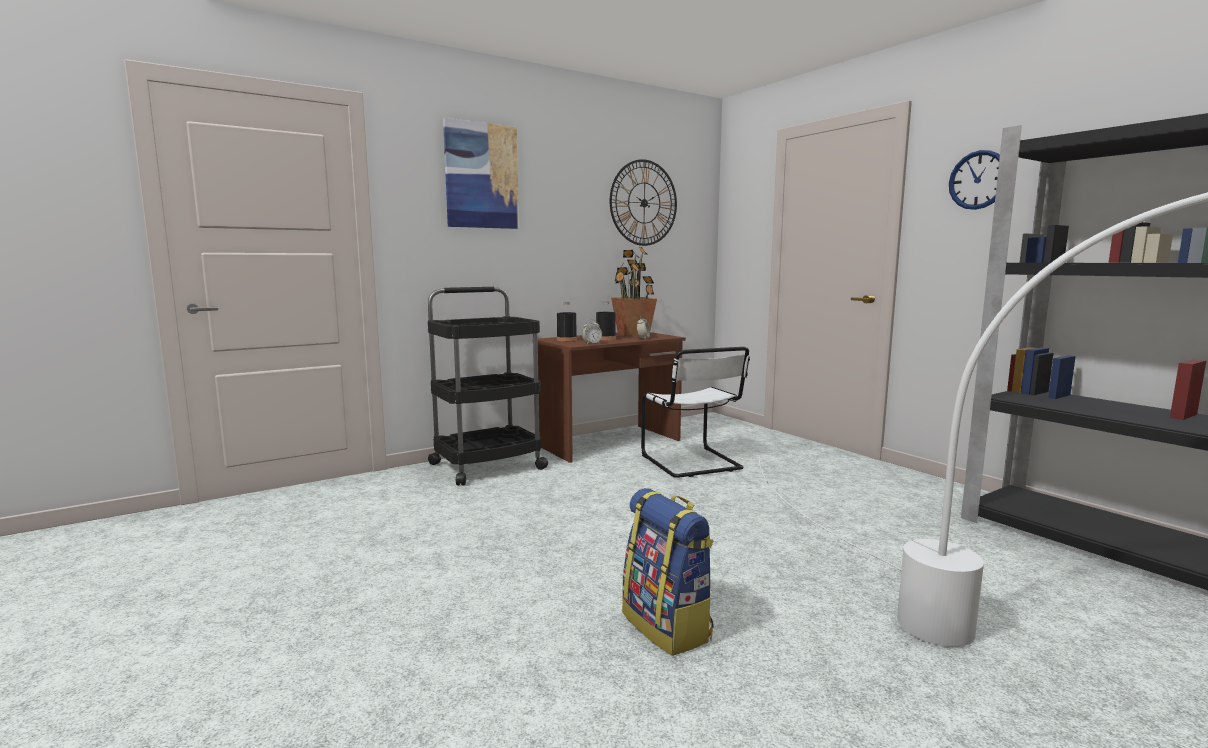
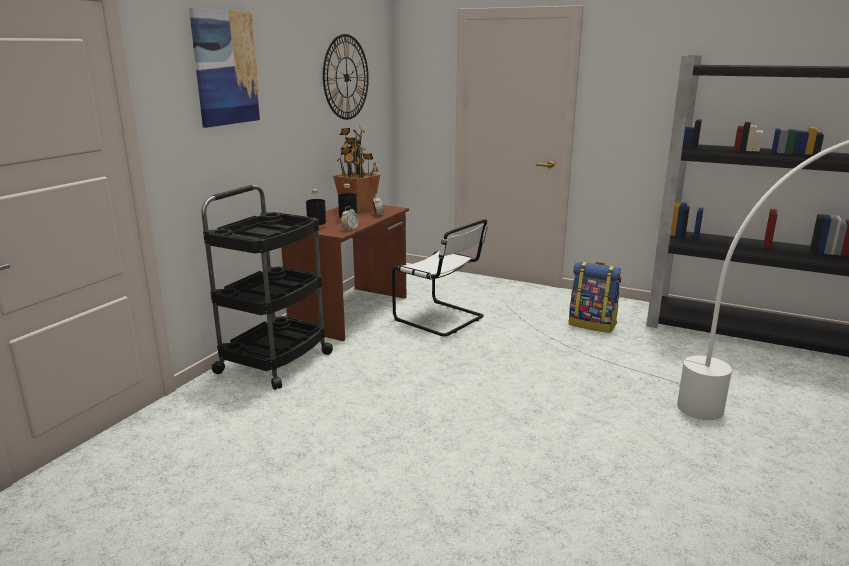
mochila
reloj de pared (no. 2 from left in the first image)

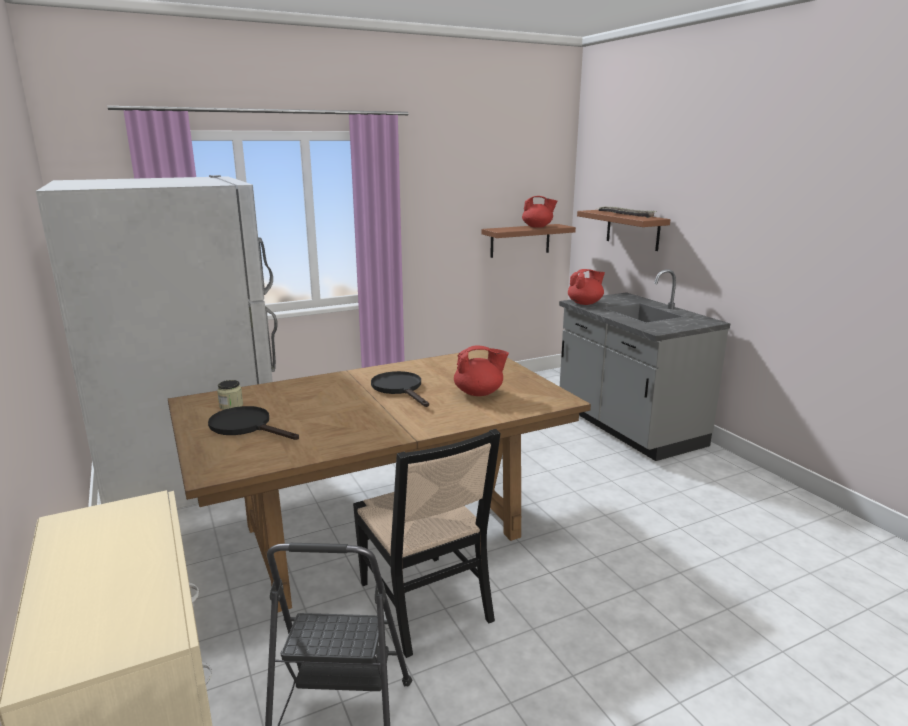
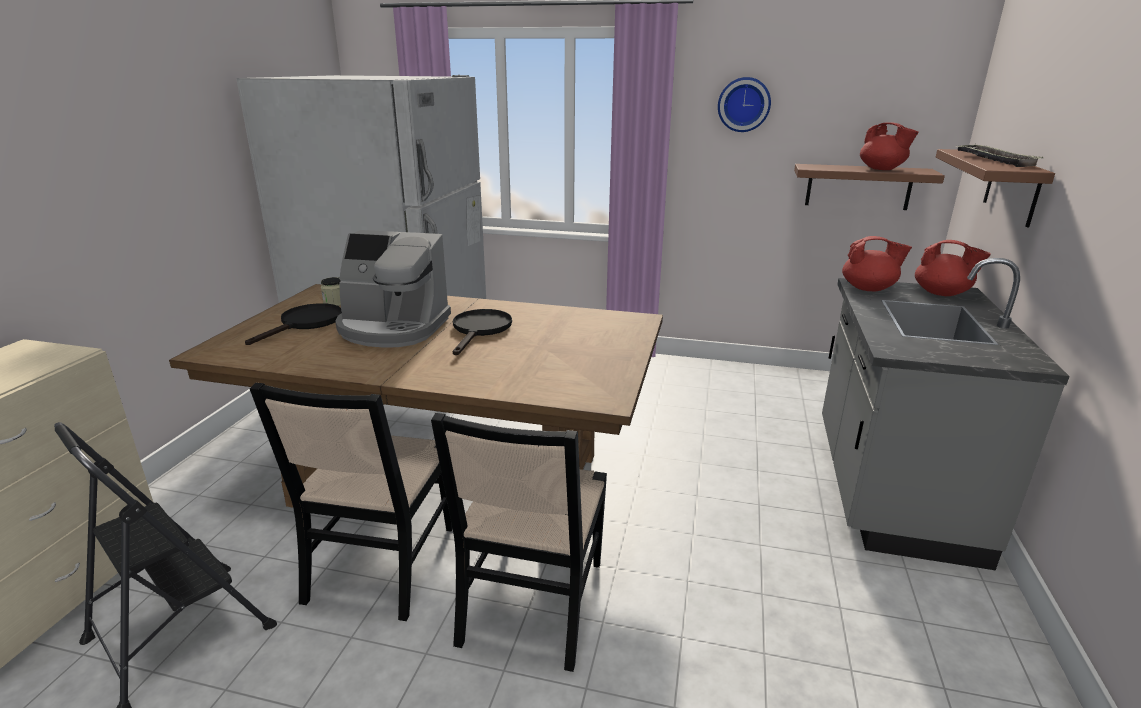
sartén [negro] (no. 1 from left)
tetera [rojo] (no. 3 from left)
cafetera
silla (no. 2 from left)
reloj de pared

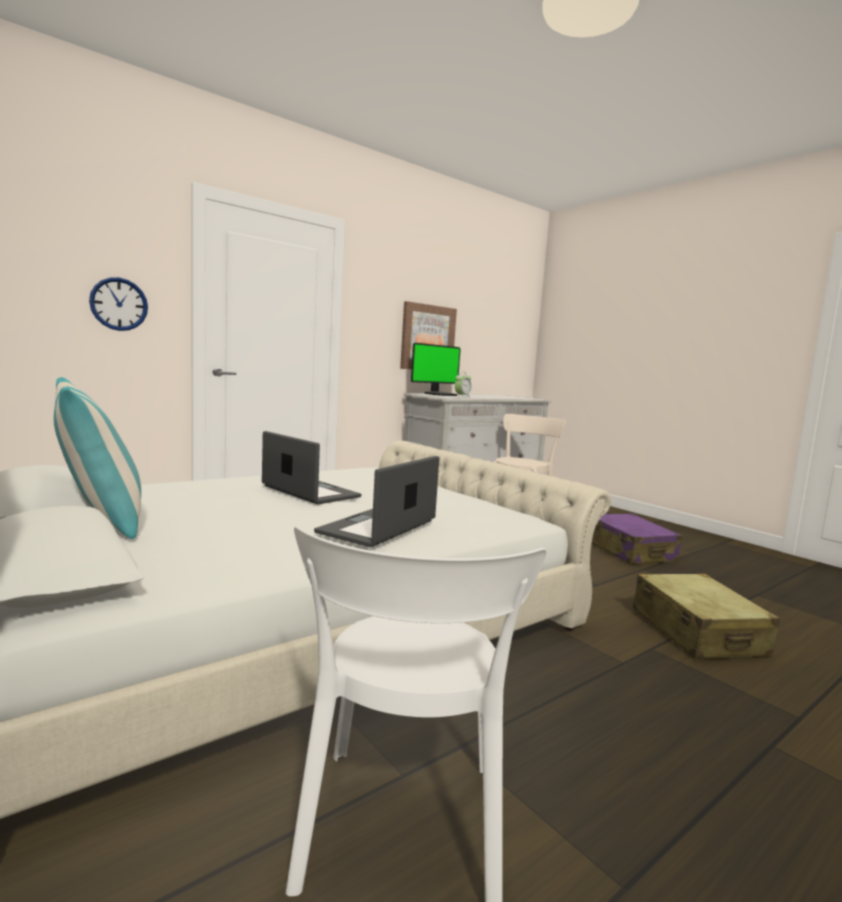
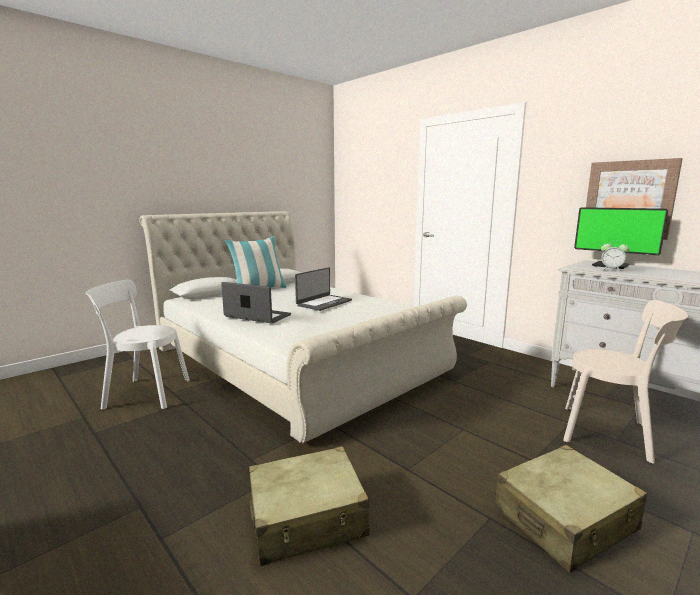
reloj de pared
maleta [beis] (no. 2 from left)

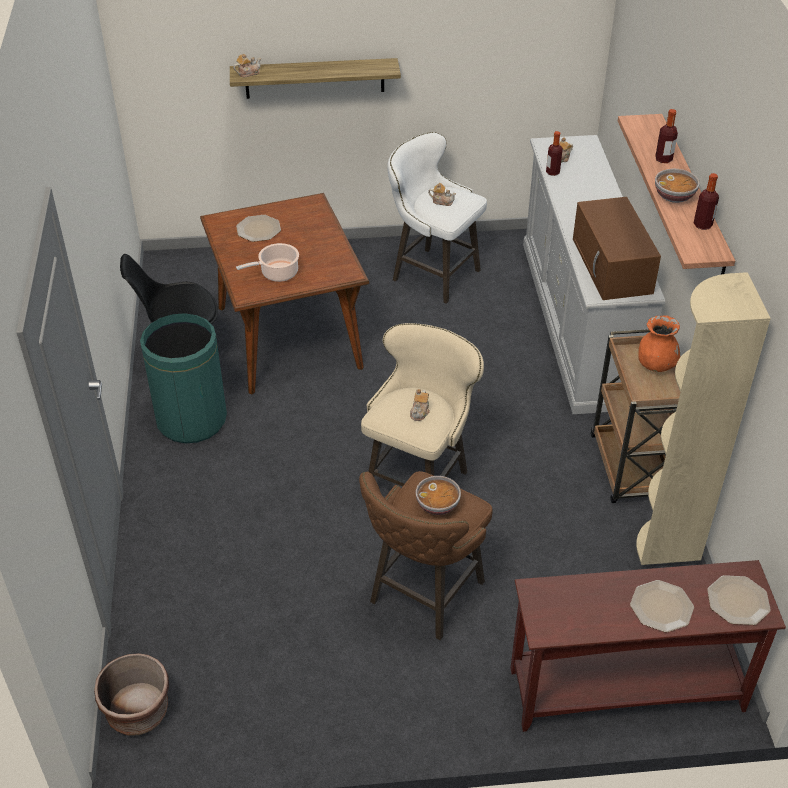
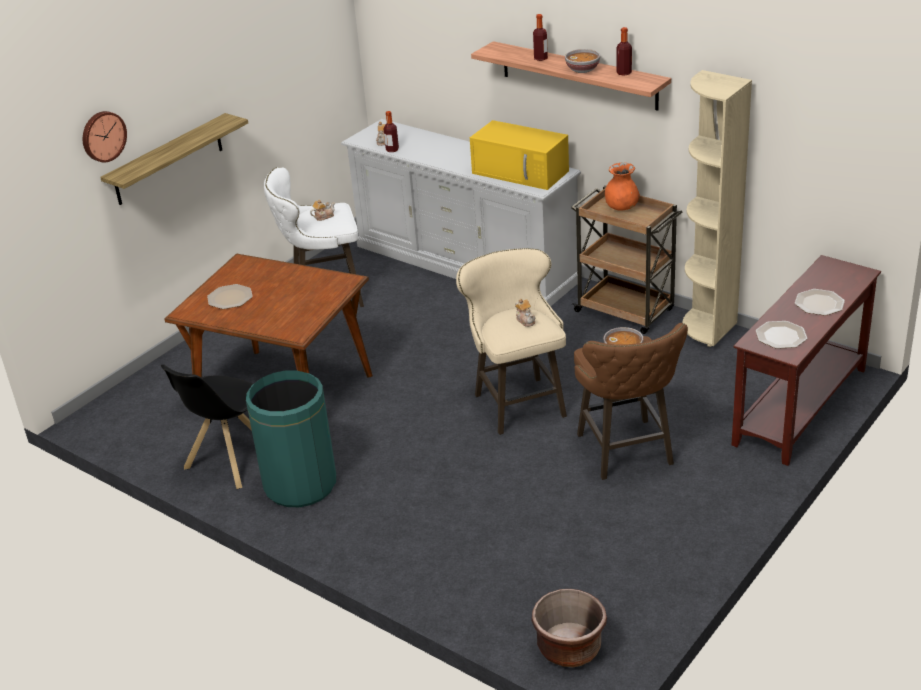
tetera (no. 1 from left in the first image)
olla
microondas [amarillo]
plato (no. 2 from left)
reloj de pared

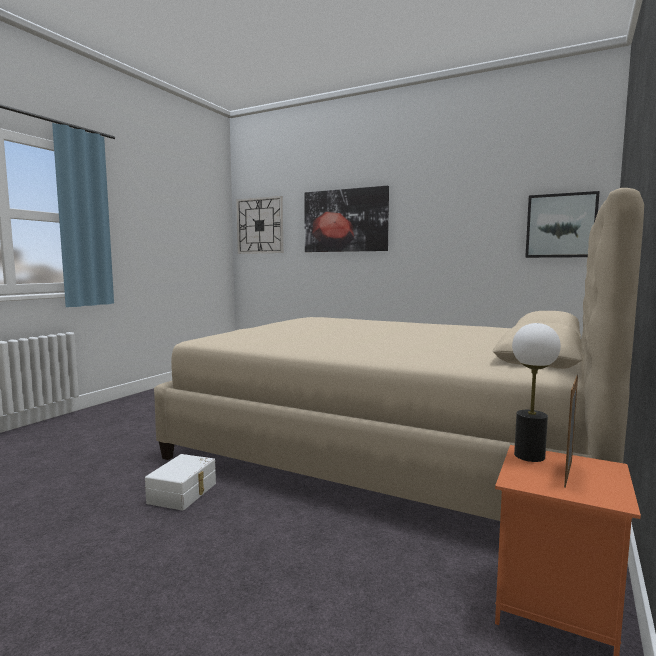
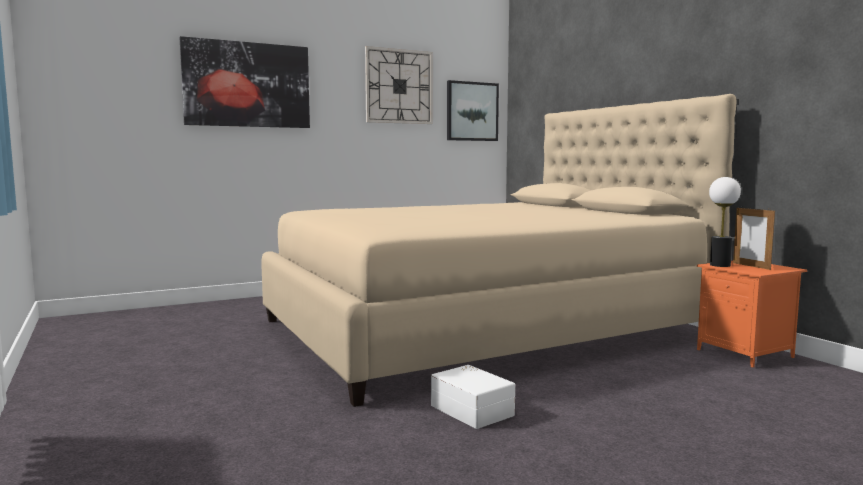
reloj de pared

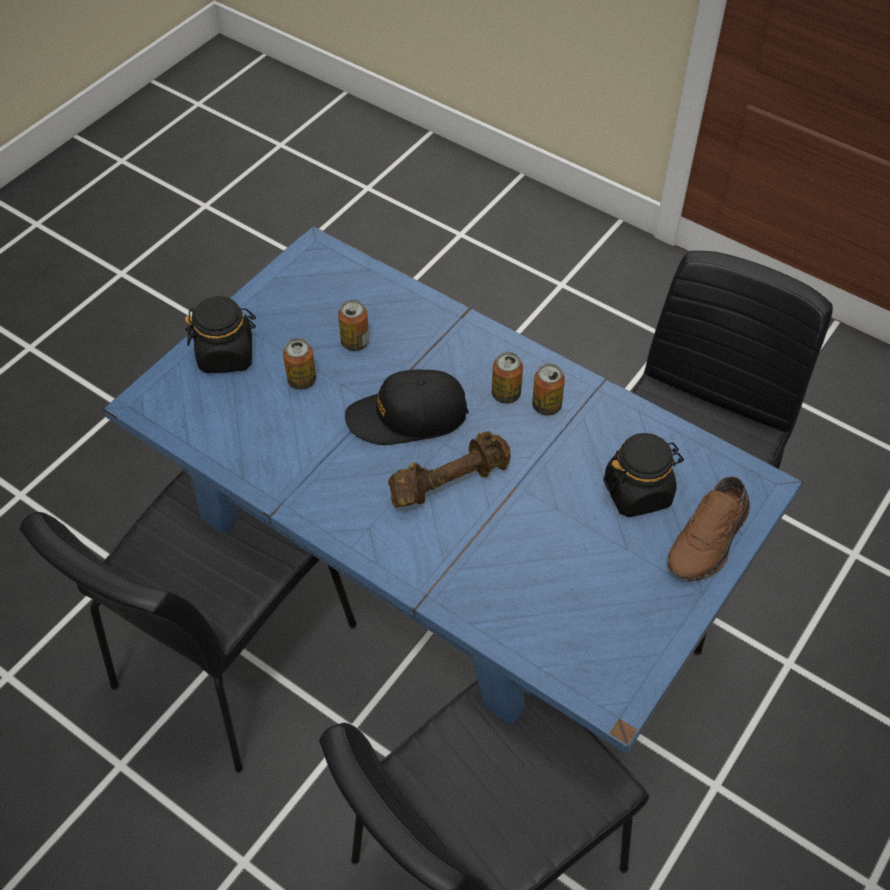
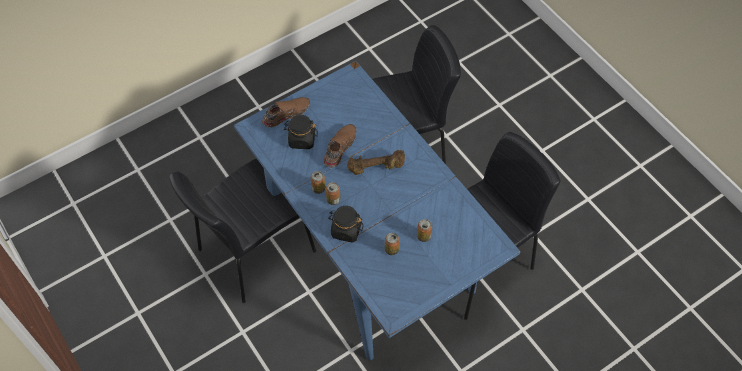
tarro [negro] (no. 2 from left)
gorra [negro]
zapato [marrón] (no. 2 from left)

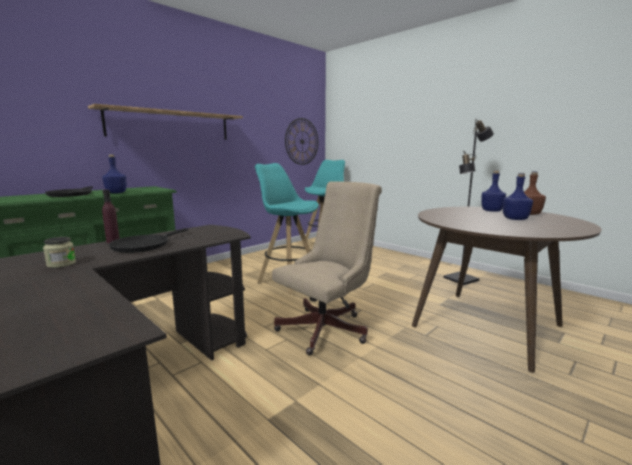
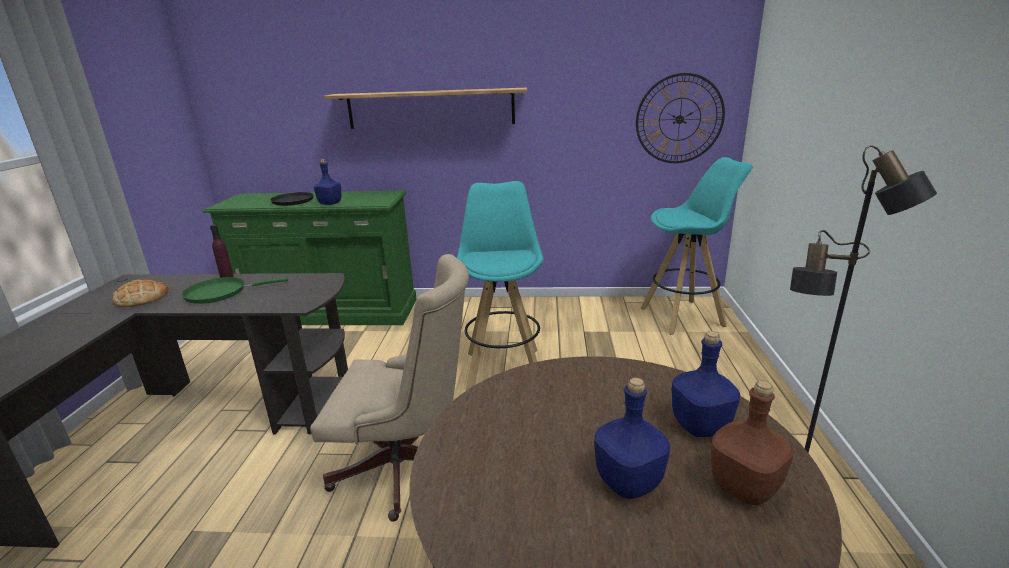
pan
sartén [verde]

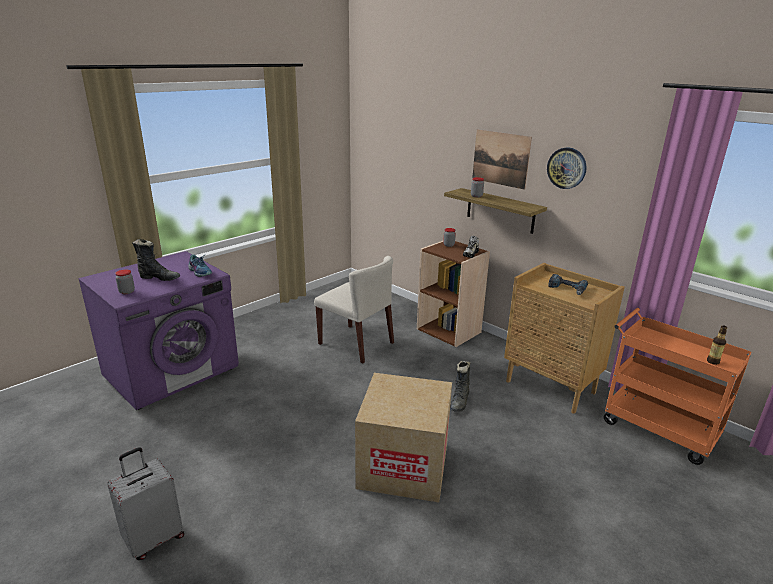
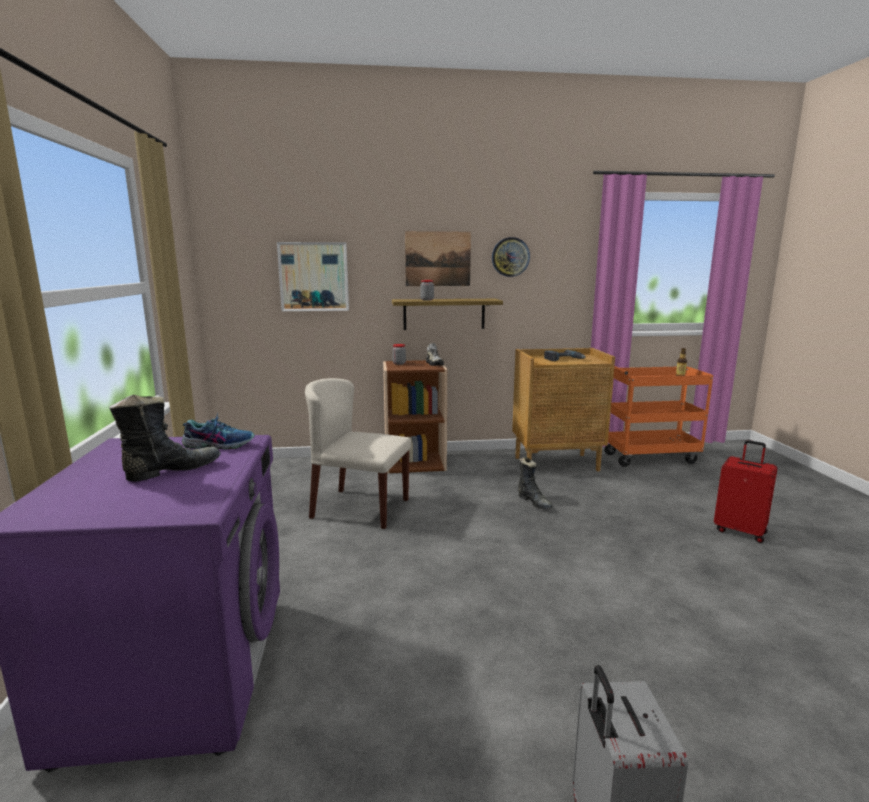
tarro (no. 1 from left in the first image)
silla [beis]
caja de cartón
cuadro (no. 1 from left)
maleta [rojo]

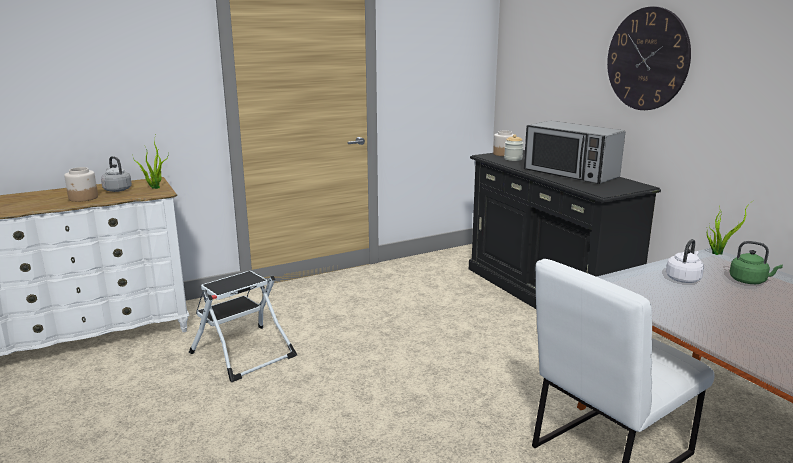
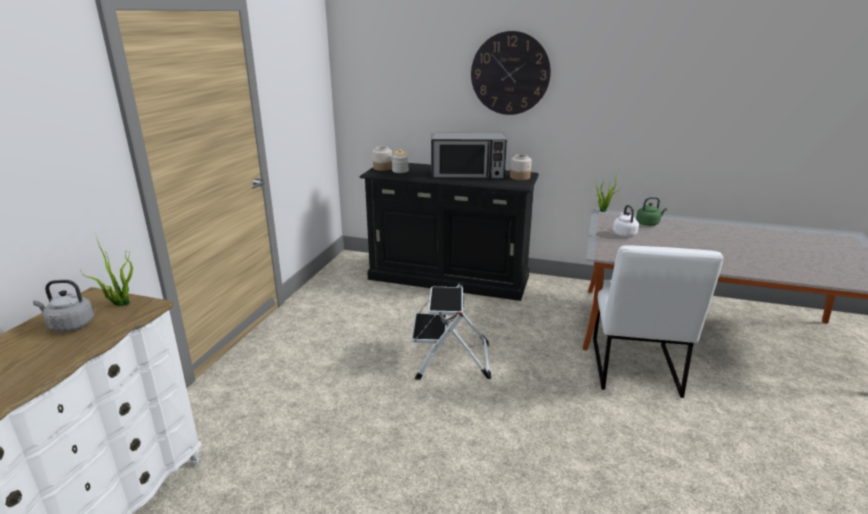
tarro (no. 3 from left)
escalera de tijera

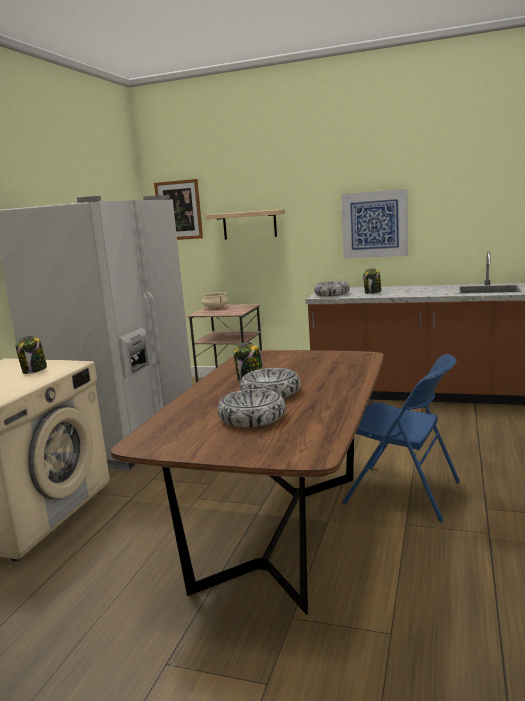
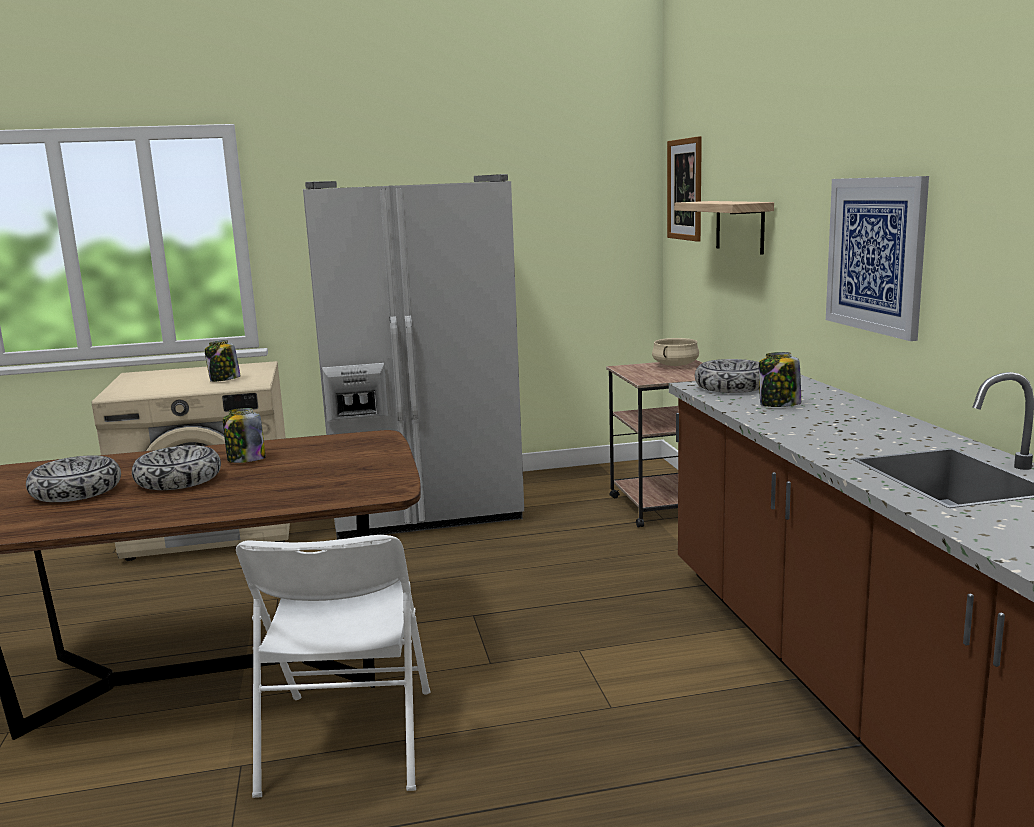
silla [blanco]

